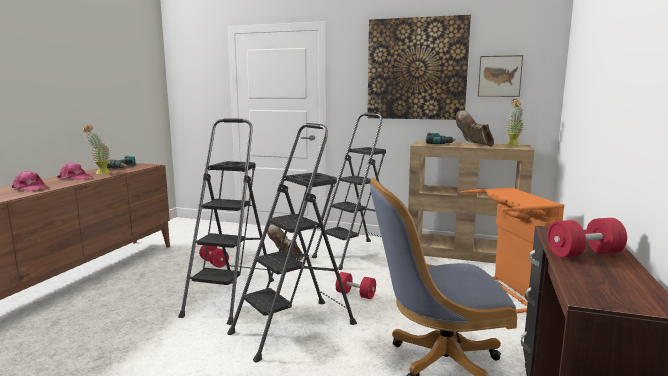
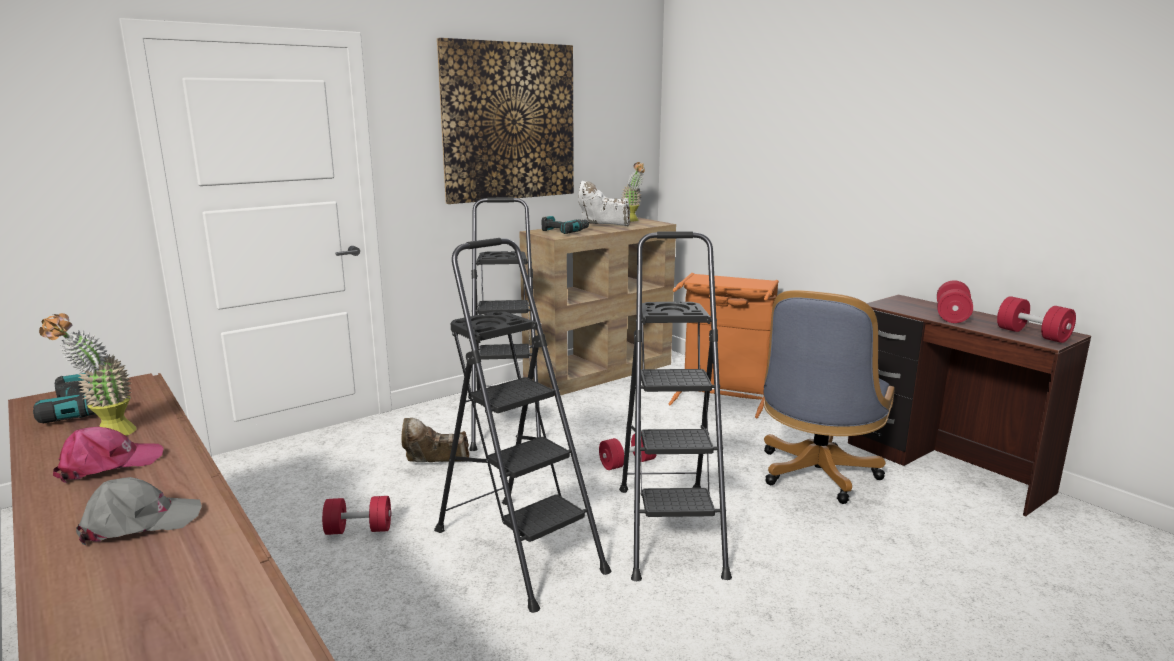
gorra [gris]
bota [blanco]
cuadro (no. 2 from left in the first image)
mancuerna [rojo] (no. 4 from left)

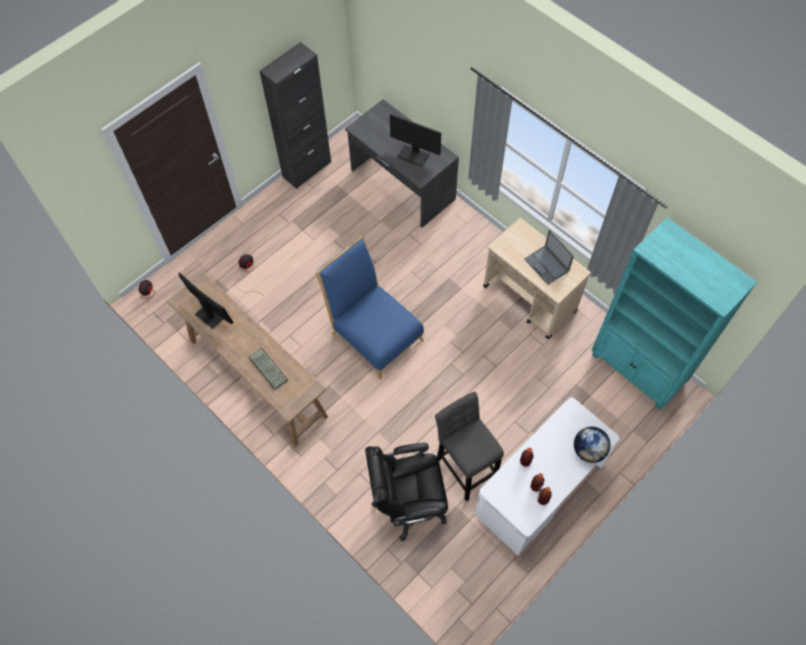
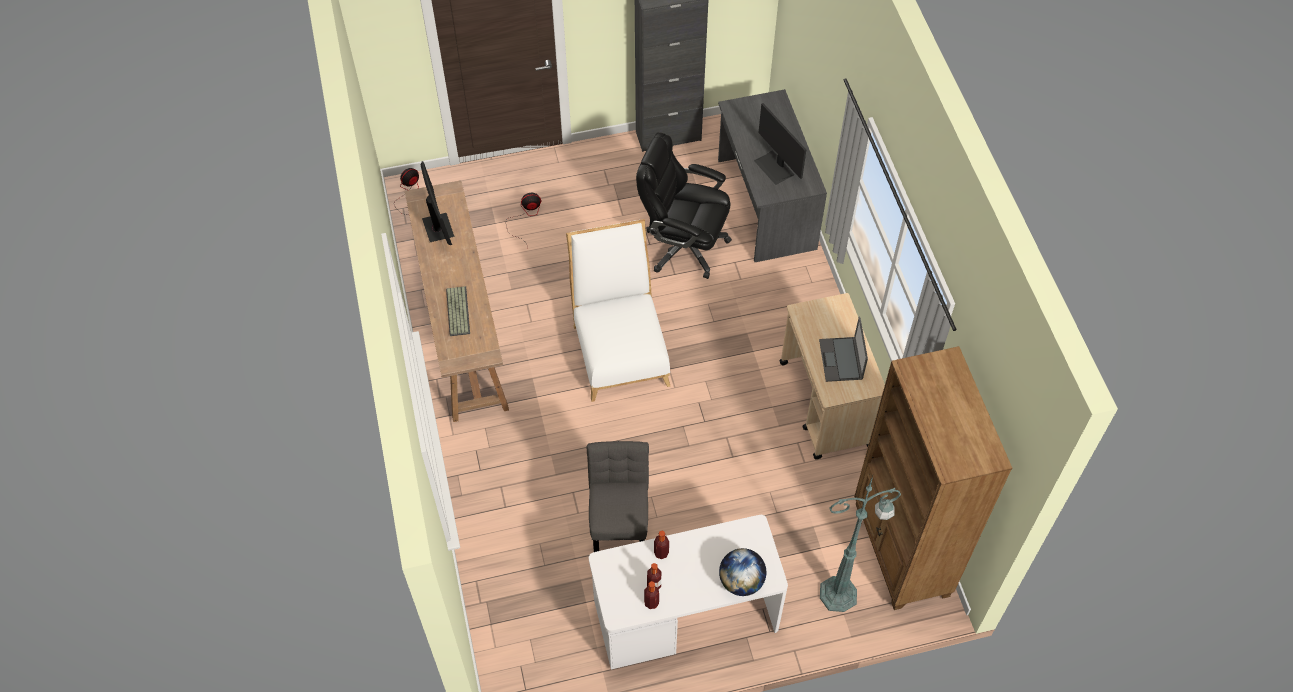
silla [blanco]
silla de oficina [negro]
estantería [marrón]
lámpara de pie [verde]

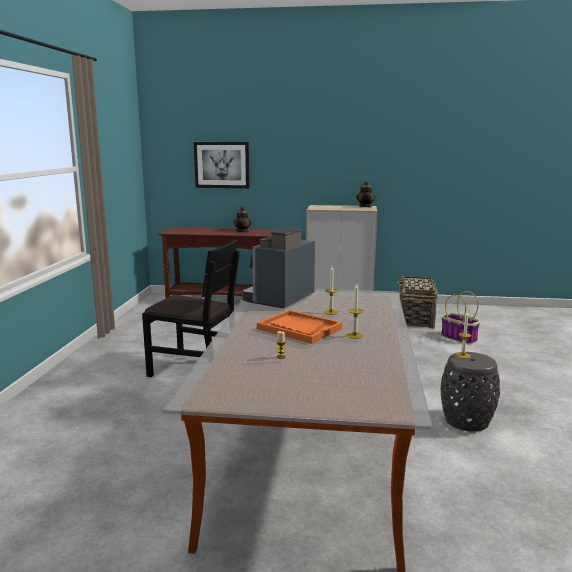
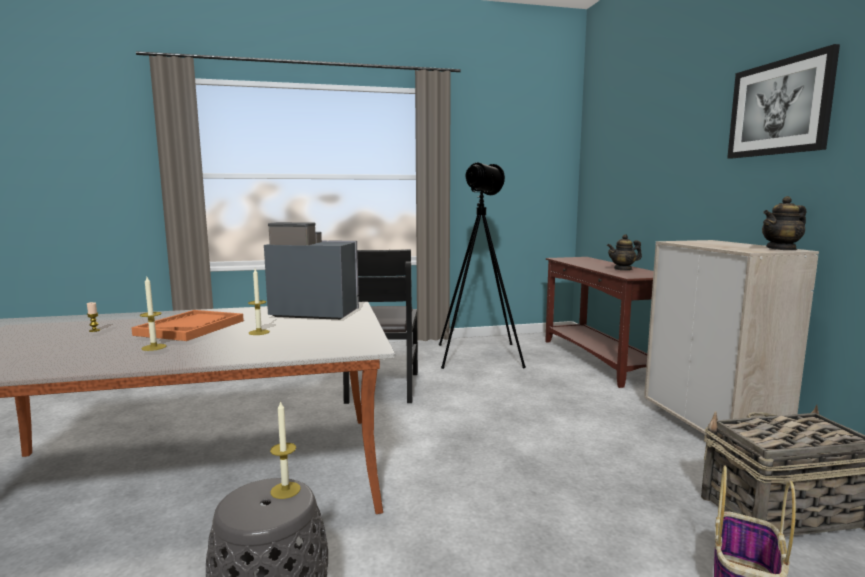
cuadro
lámpara de pie [negro]

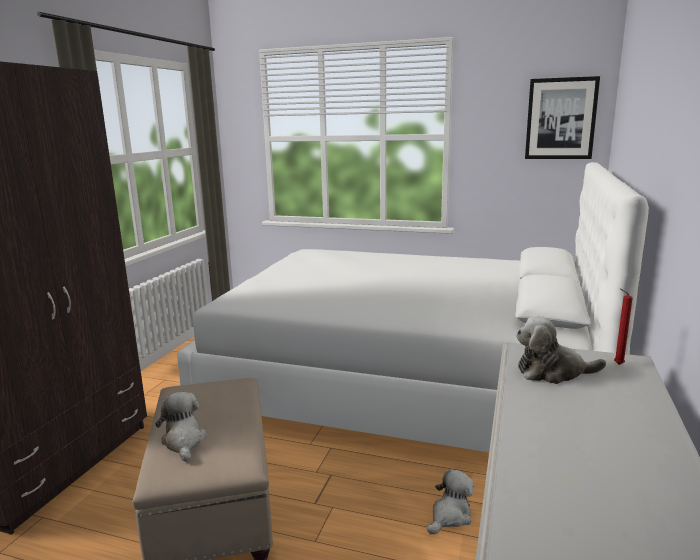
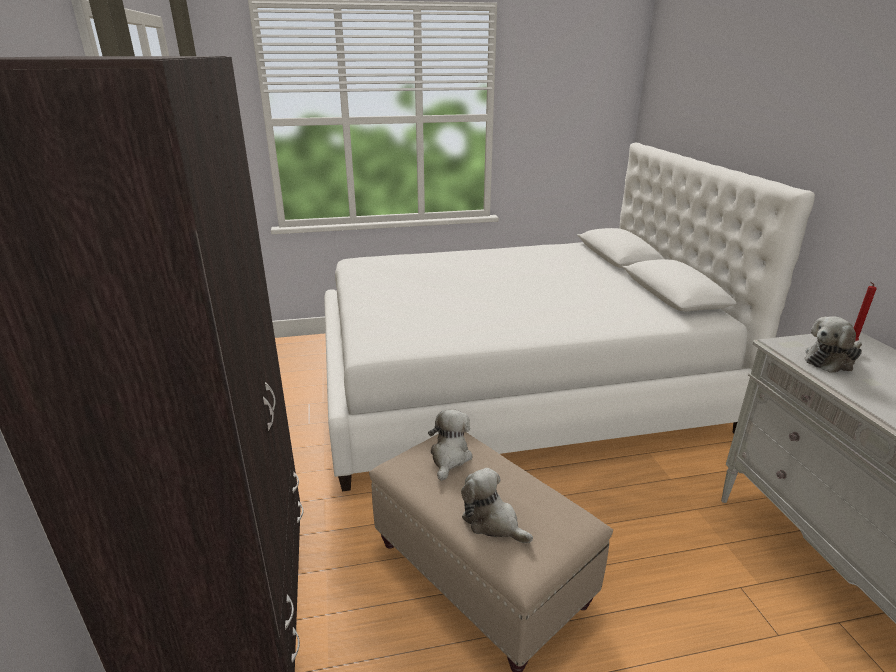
peluche (no. 1 from left)
cuadro

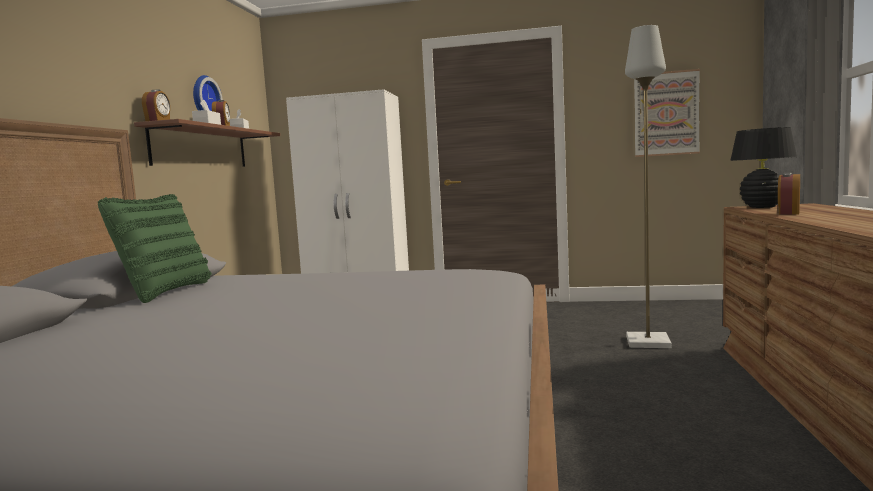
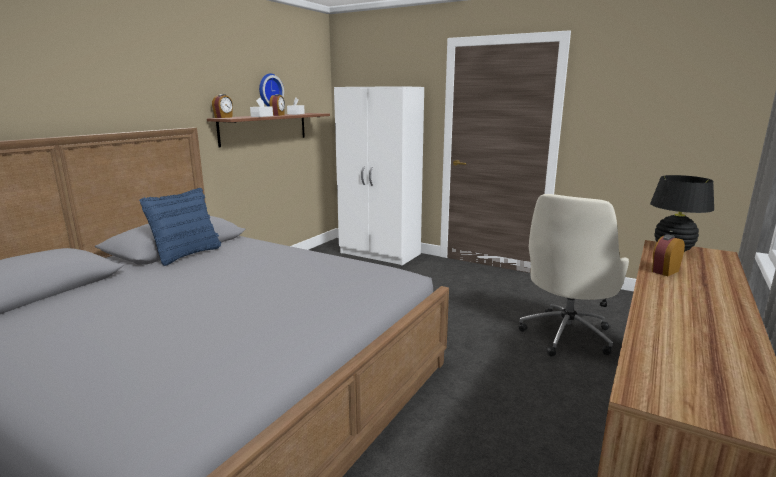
cojín [azul]
silla de oficina [beis]
cuadro

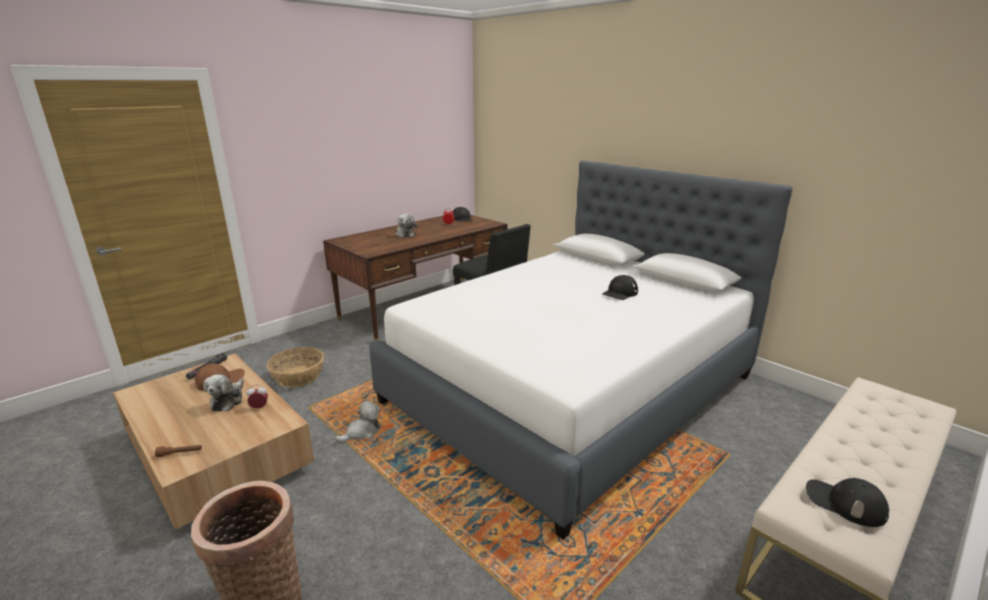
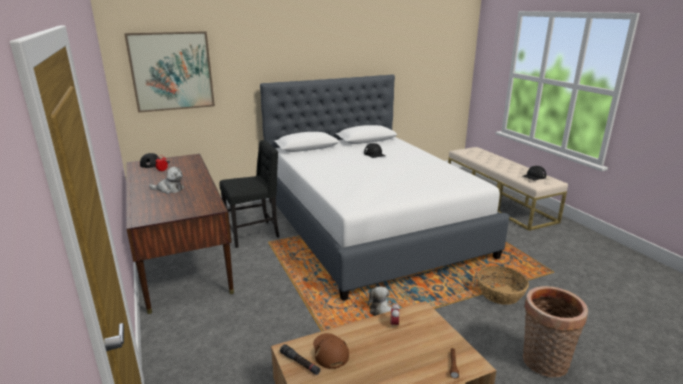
peluche (no. 1 from left in the first image)
cesta (no. 1 from left)
cuadro

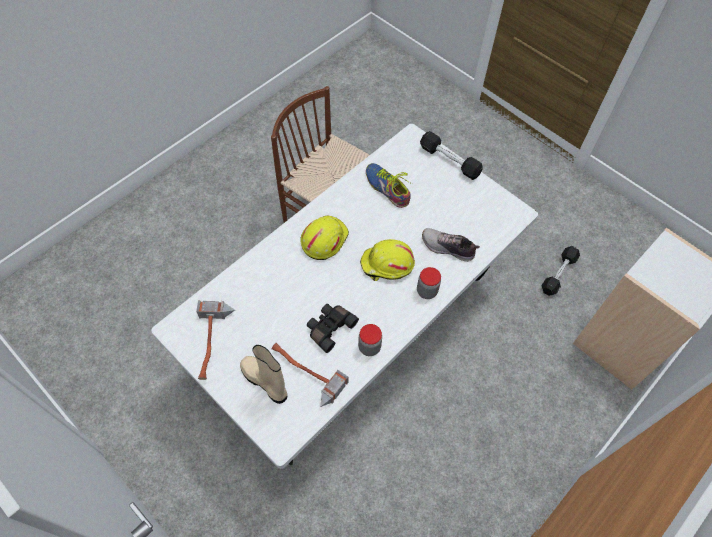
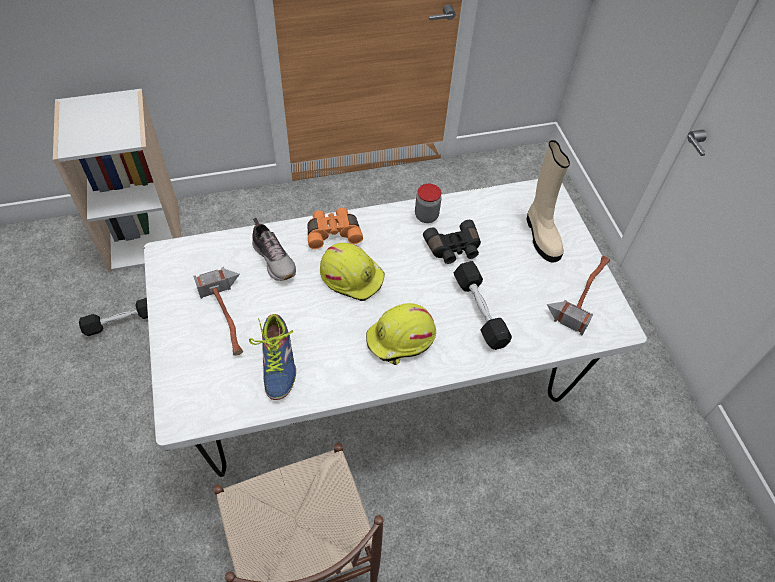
martillo (no. 1 from left)
prismáticos [naranja]
mancuerna [negro] (no. 2 from left)

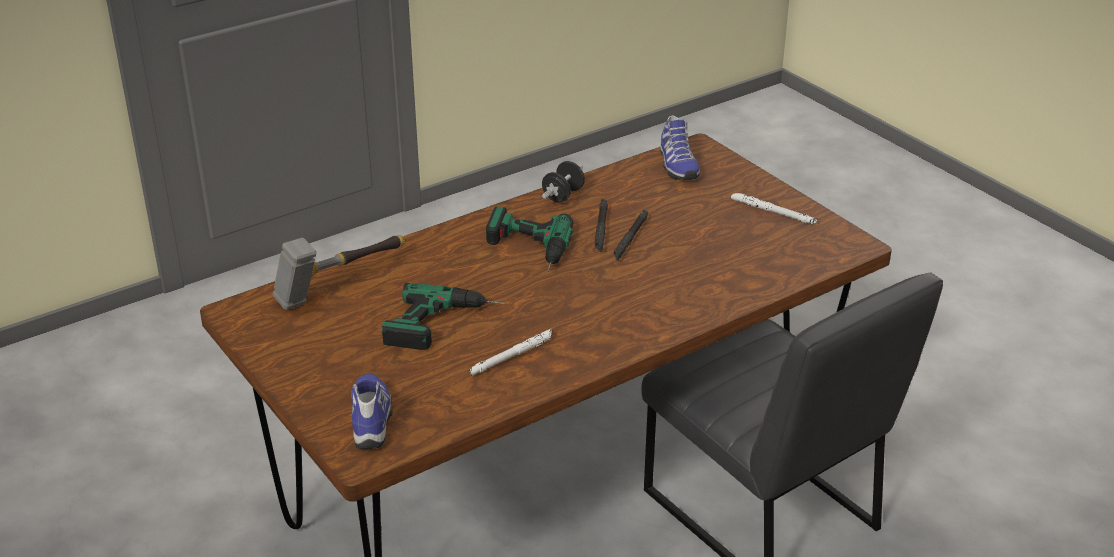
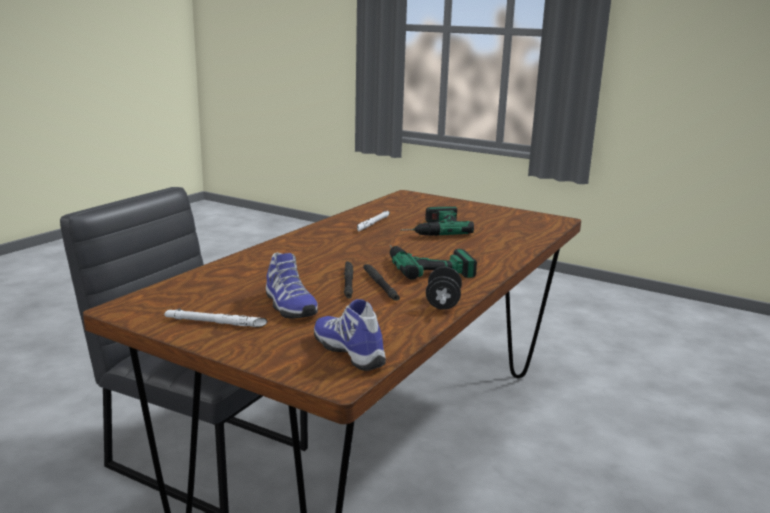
martillo
zapato (no. 1 from left)

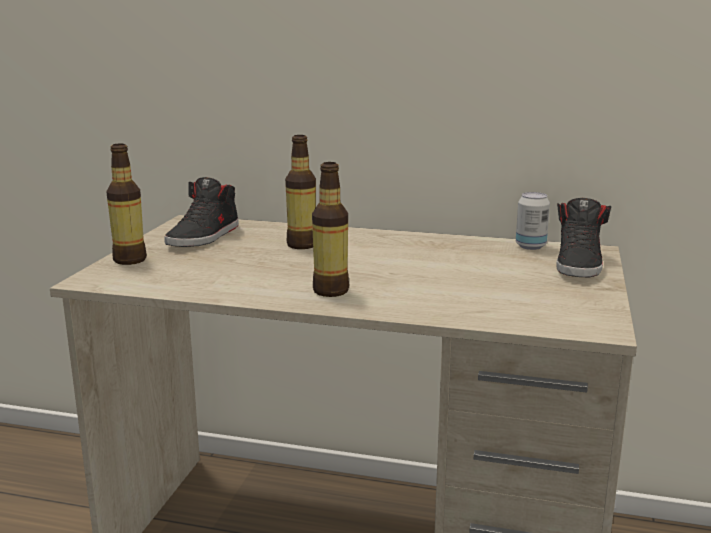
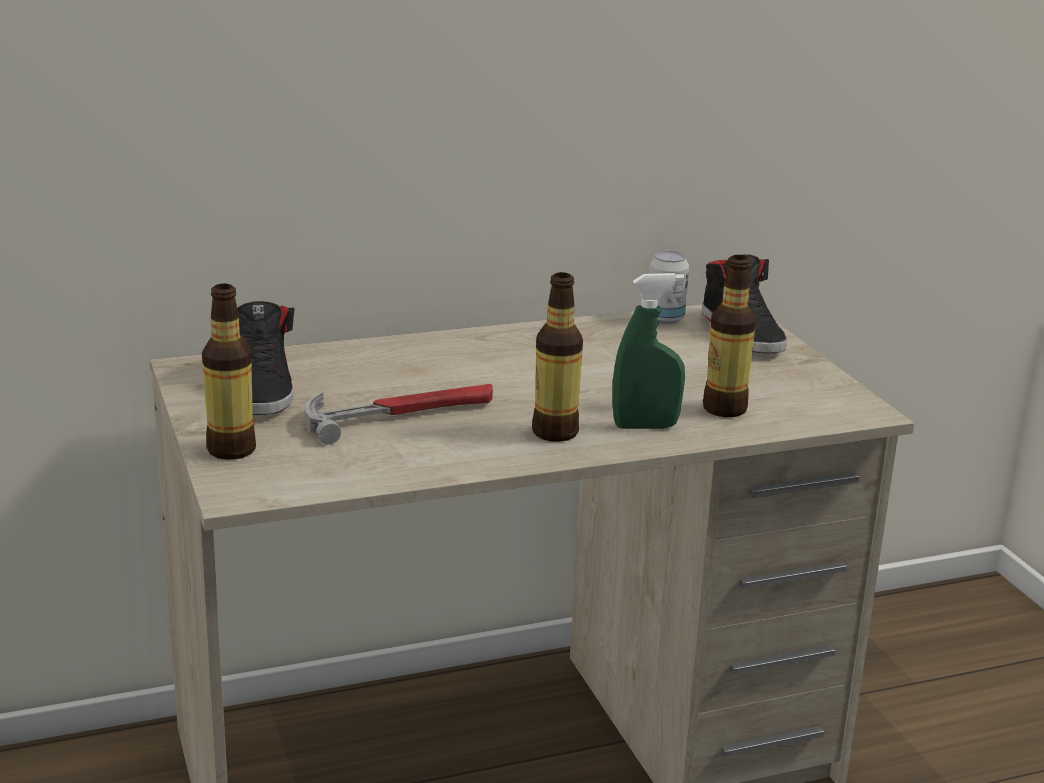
botella (no. 3 from left)
martillo
pulverizador [verde]

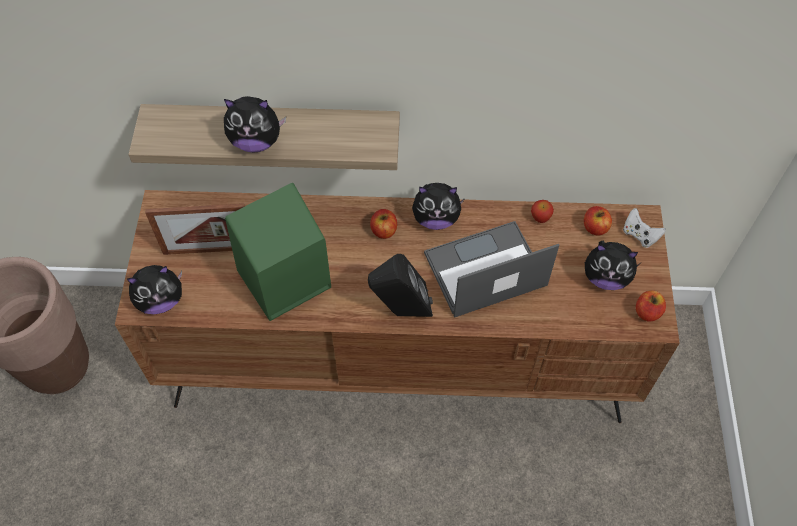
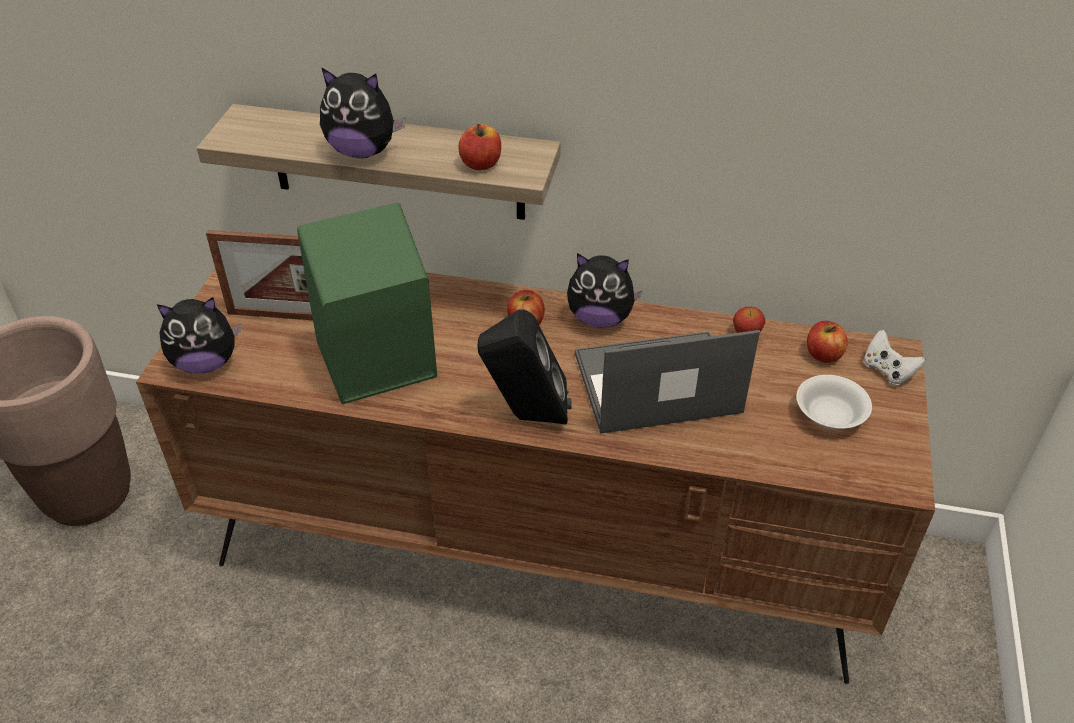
cuenco [blanco]
manzana (no. 1 from left)

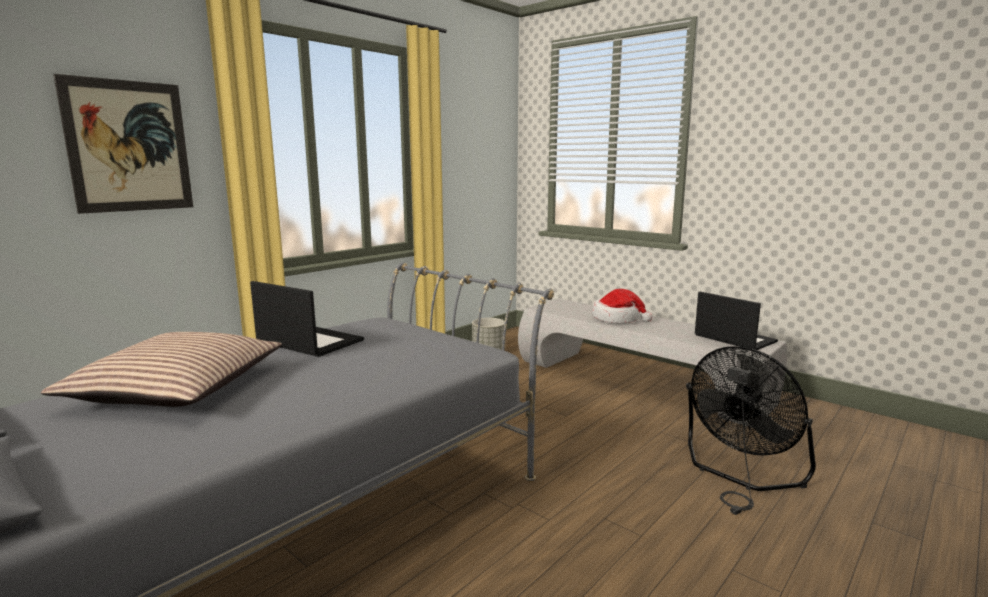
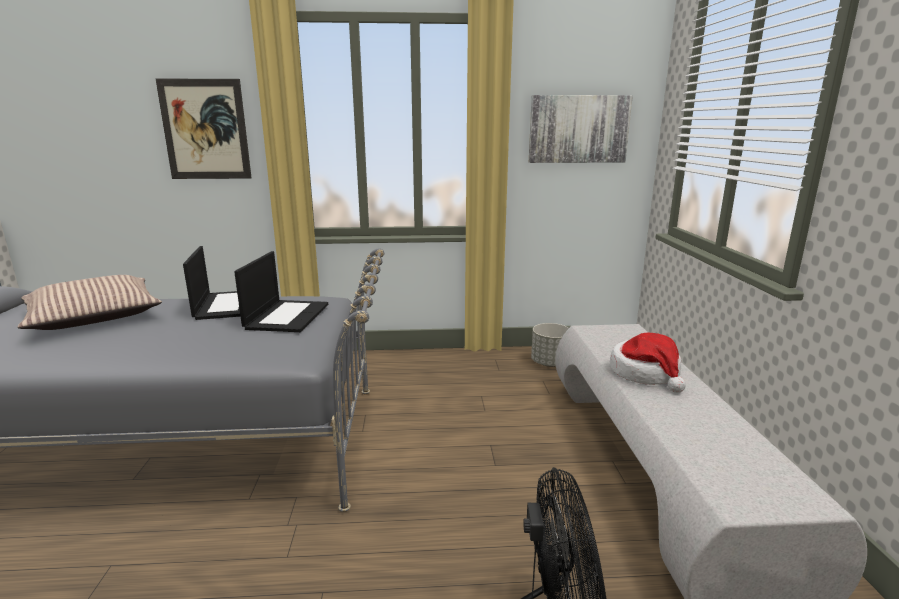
portátil (no. 2 from left)
cuadro (no. 2 from left)

